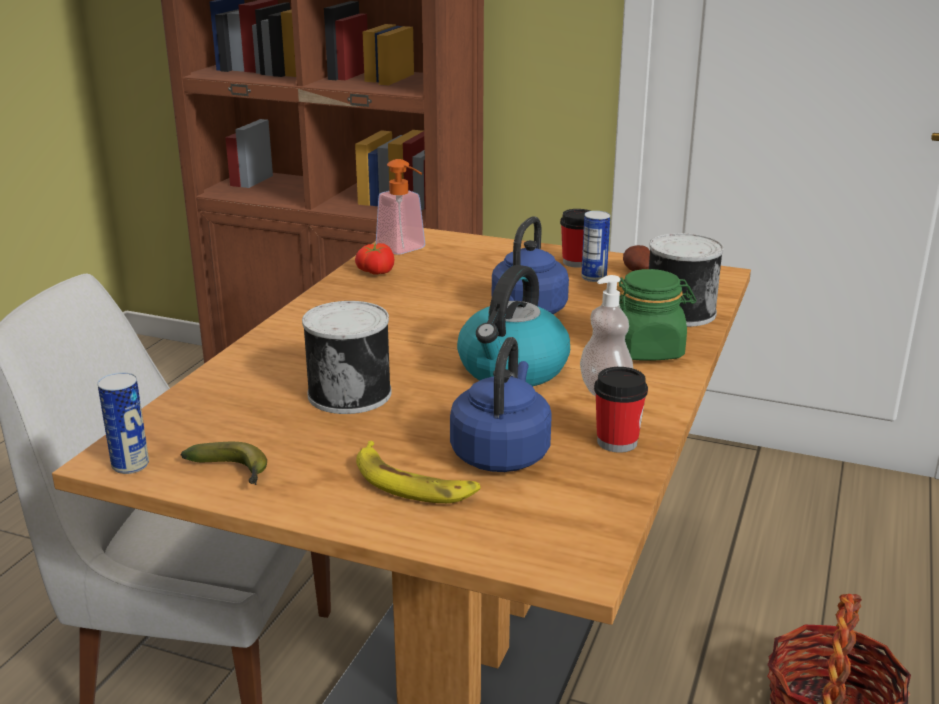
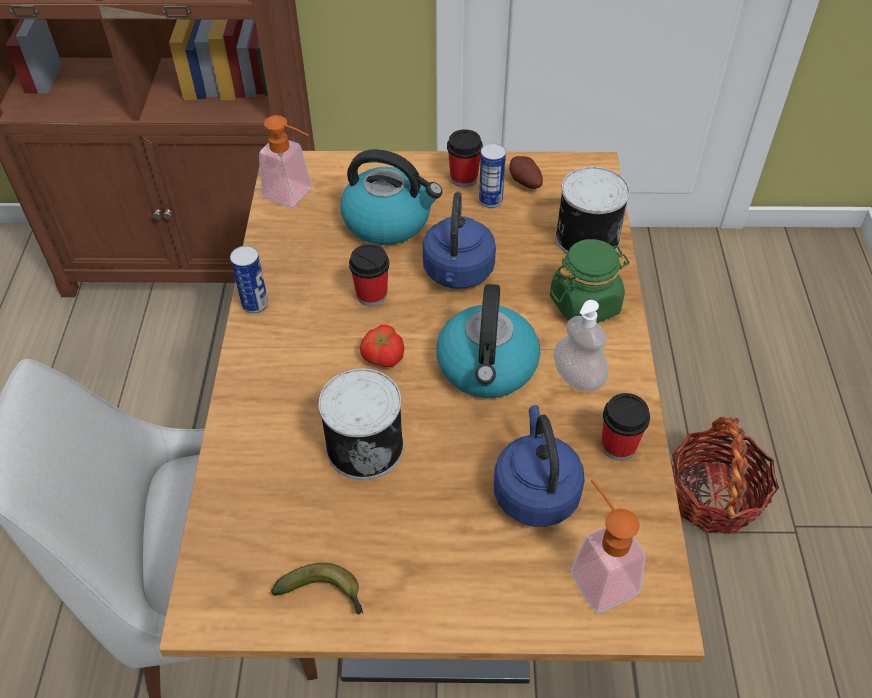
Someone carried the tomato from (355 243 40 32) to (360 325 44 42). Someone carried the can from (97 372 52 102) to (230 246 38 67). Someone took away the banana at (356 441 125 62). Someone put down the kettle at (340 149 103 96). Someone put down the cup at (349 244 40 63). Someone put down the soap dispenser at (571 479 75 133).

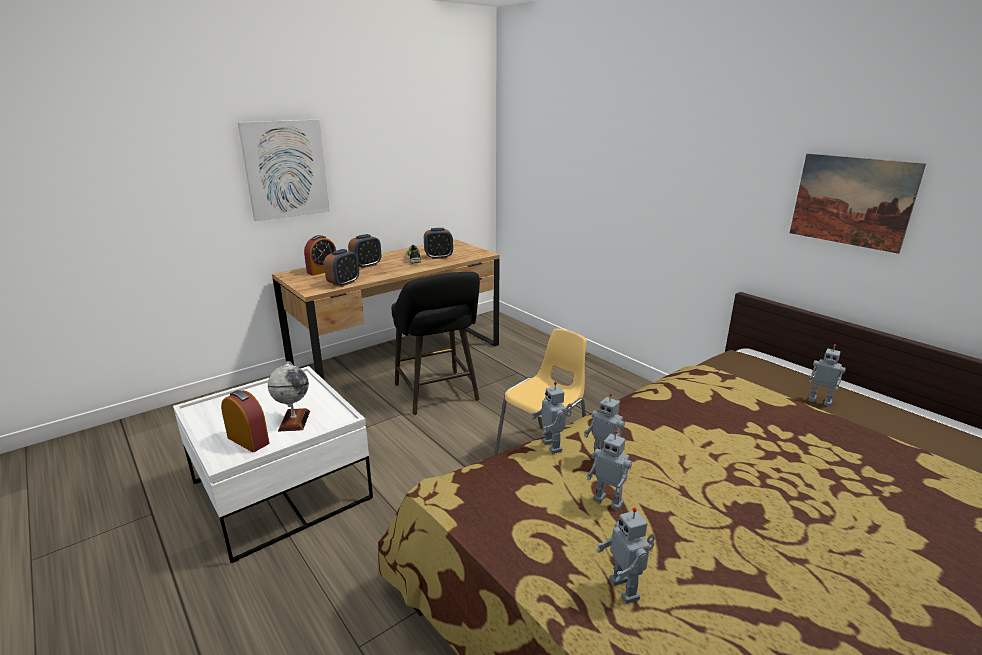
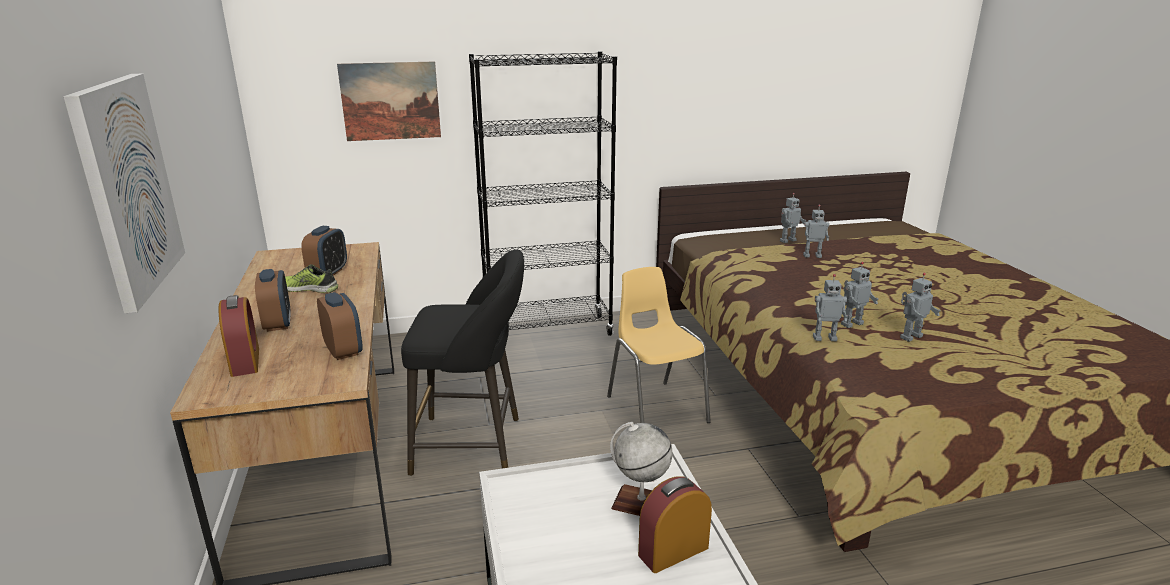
Someone carried the picture from (790 153 136 101) to (337 62 104 79). Someone carried the toy robot from (596 507 59 97) to (803 205 26 53). Someone put down the bookcase (black) at (469 51 148 285).

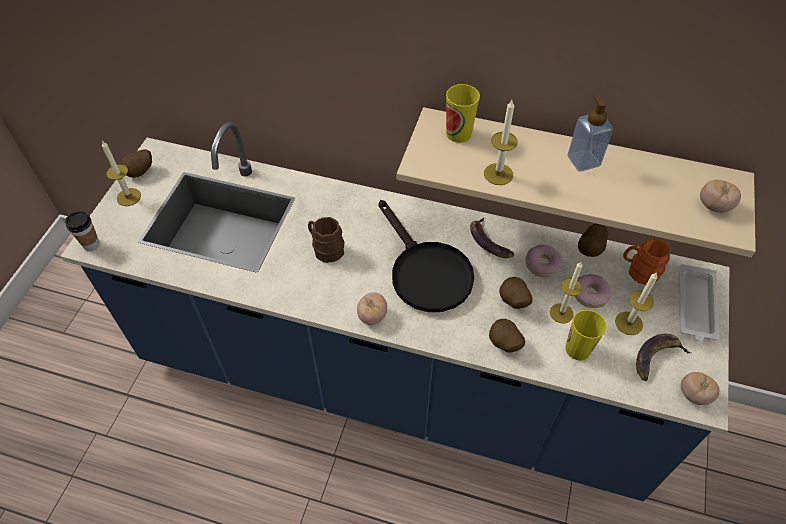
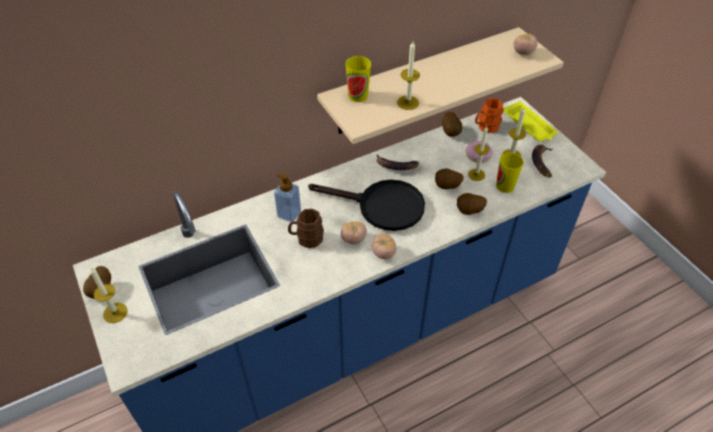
Someone carried the soap dispenser from (568 96 45 75) to (274 173 27 49). Someone took away the cup at (65 211 35 40). Someone took away the donut at (525 245 37 32). Someone repainted the tray (white) at (680 264 39 77), which became the tray (yellow) at (504 101 54 41). Someone carried the tomato from (681 372 38 33) to (341 221 26 23).

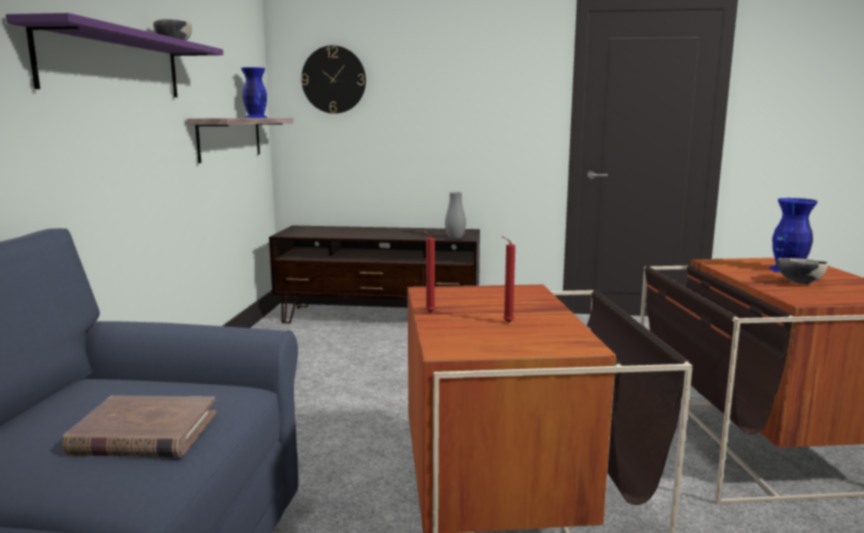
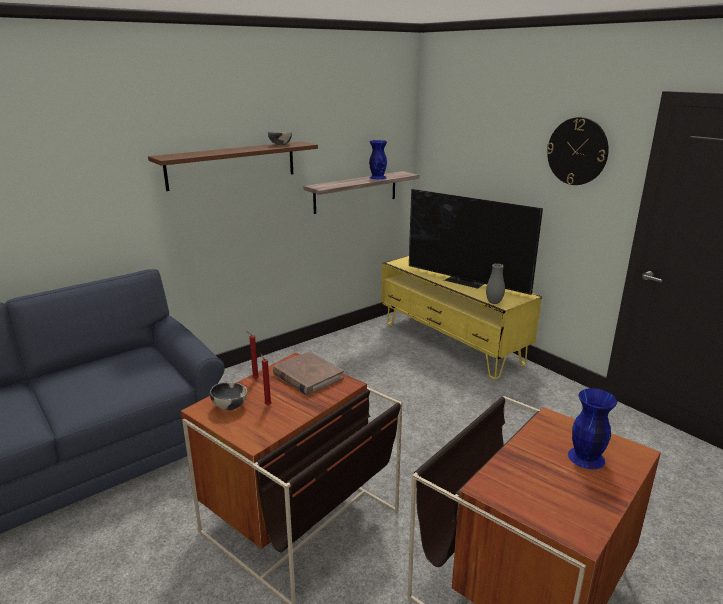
Someone repainted the shelf (purple) at (6 13 217 84), which became the shelf (brown) at (148 141 170 50). Someone carried the wall clock from (301 45 65 69) to (547 117 62 68). Someone repainted the tv stand (brown) at (269 225 211 98), which became the tv stand (yellow) at (381 256 161 124). Someone carried the bowl from (777 258 51 26) to (210 382 37 28). Someone carried the book (brown) from (62 395 154 62) to (273 351 71 45). Someone put down the television at (409 189 134 106).

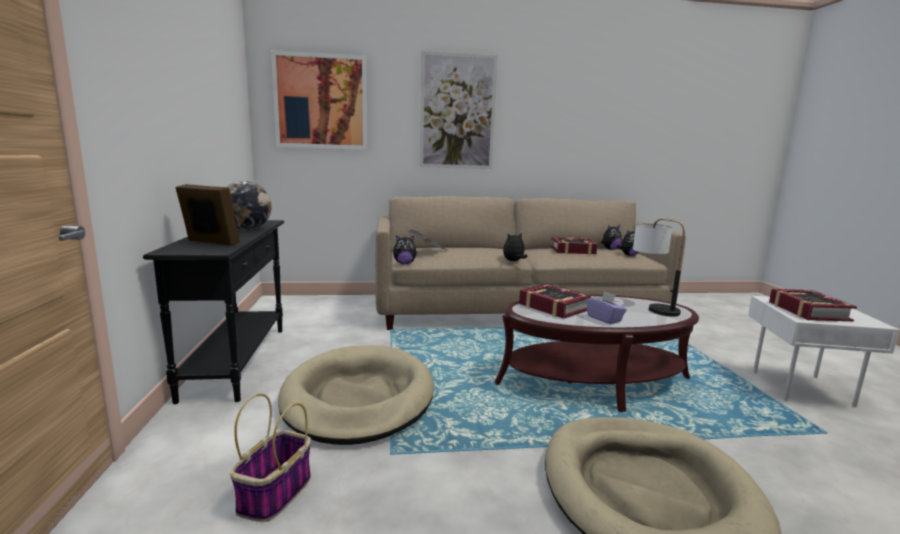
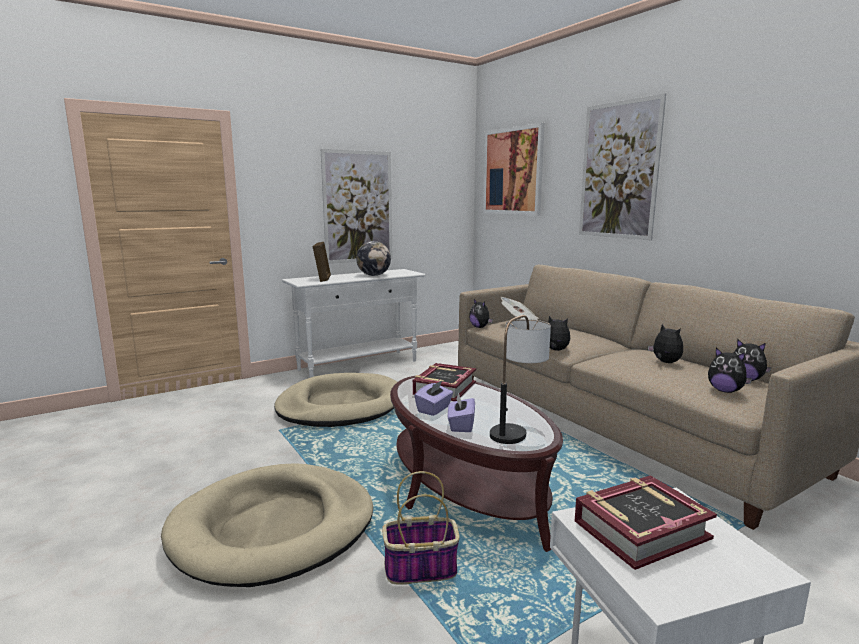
Someone repainted the console table (black) at (143 220 141 184), which became the console table (white) at (282 269 144 109). Someone swapped the book at (551 237 47 18) for the plush toy at (648 324 35 39). Someone carried the basket from (230 394 81 128) to (382 471 78 114). Someone put up the picture at (321 149 71 115). Someone put down the tissue box (purple) at (447 392 28 40).

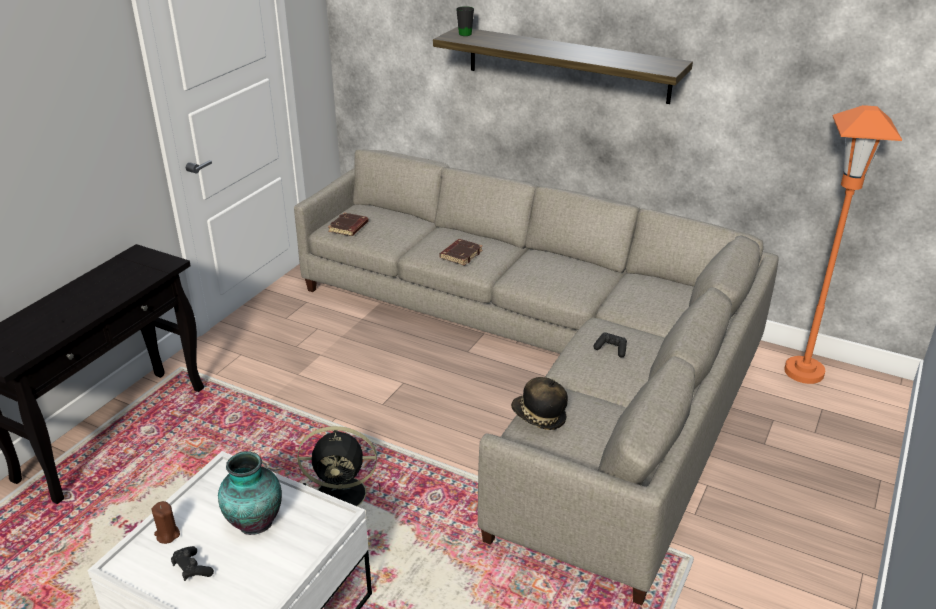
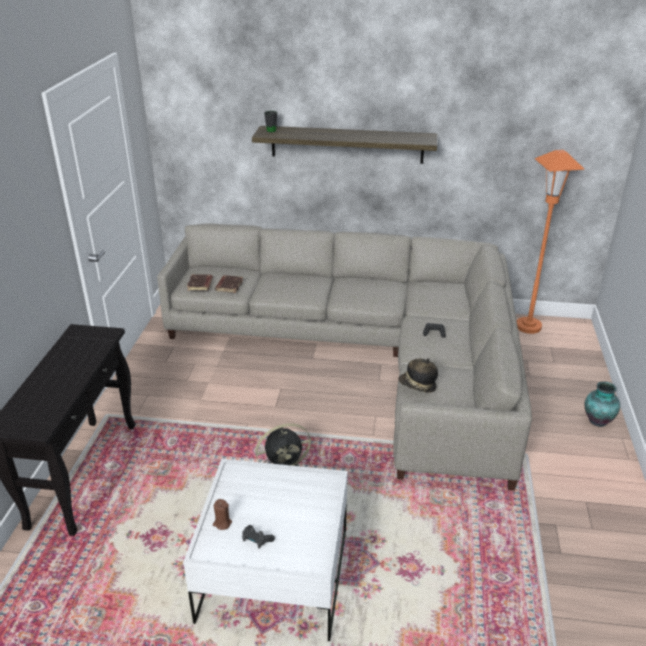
Someone carried the book (brown) from (439 239 44 27) to (215 275 28 18). Someone carried the vase from (218 451 64 84) to (585 381 35 46).

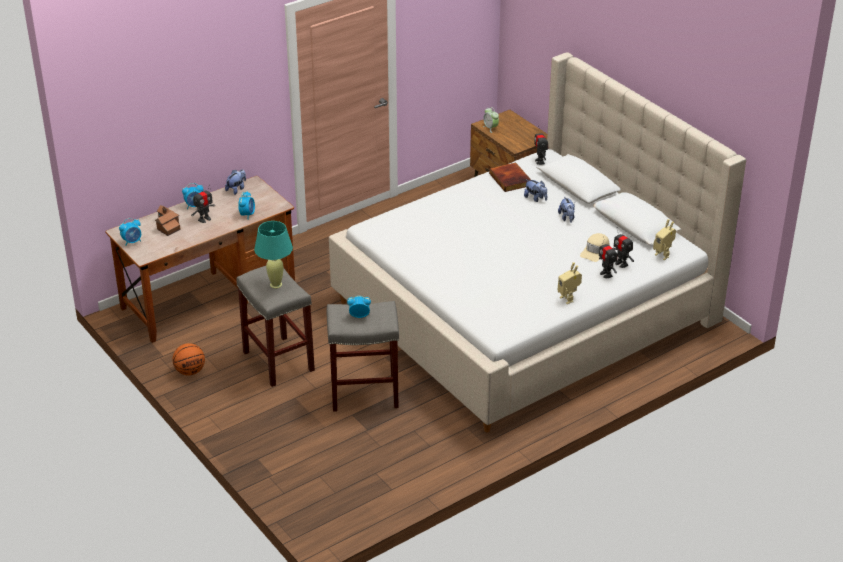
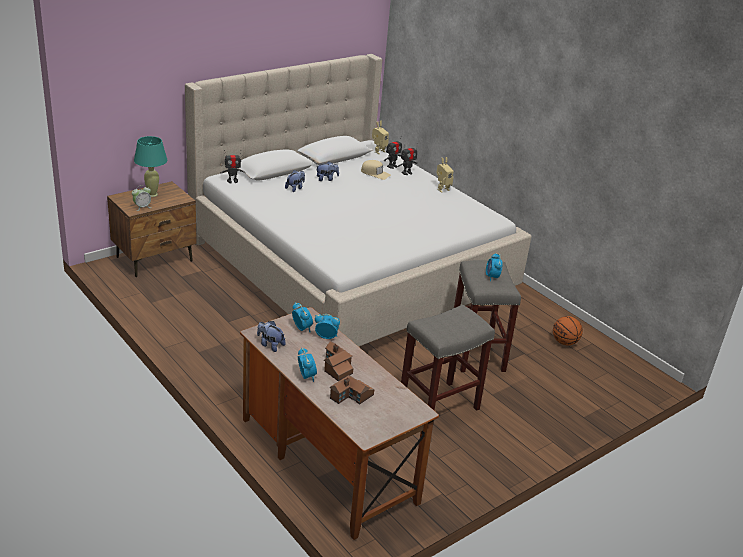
Someone took away the book at (489 162 42 30). Someone swapped the toy robot at (191 187 24 36) for the toy house at (324 341 29 40). Someone carried the alarm clock from (119 218 22 28) to (292 302 21 30). Someone carried the table lamp (turquoise) from (254 221 39 68) to (134 136 33 61). Someone carried the basketball from (173 343 32 33) to (553 316 30 29).

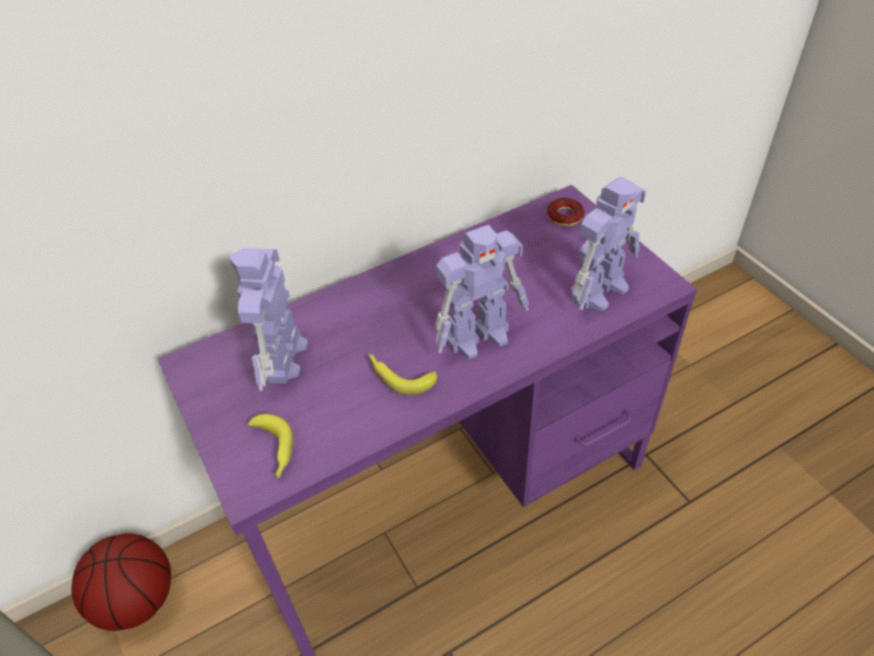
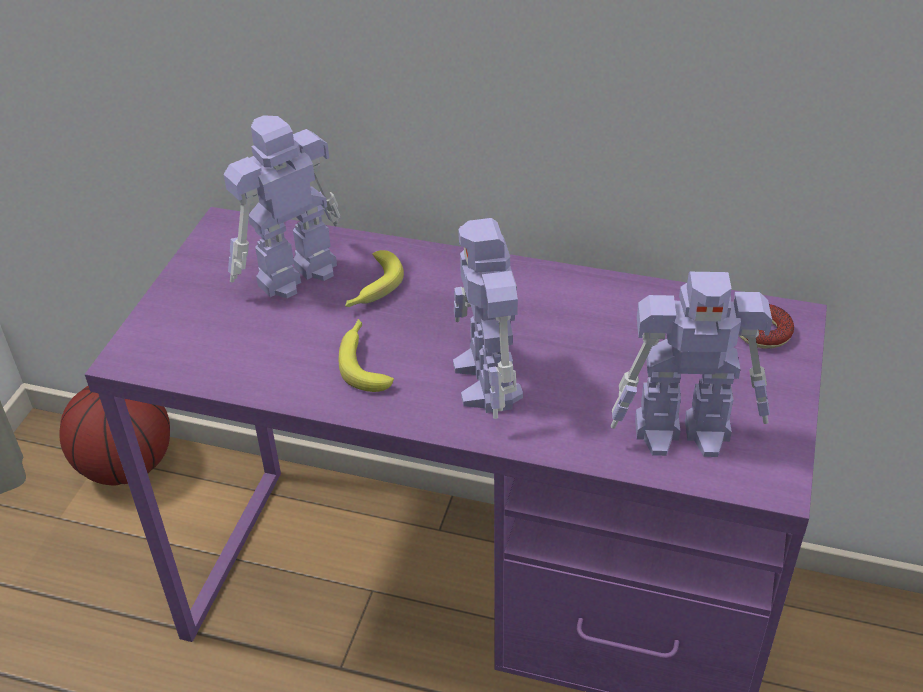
Someone rotated the toy robot at (435 225 94 134) by 60 degrees clockwise. Someone carried the banana from (248 414 45 65) to (345 250 59 57).

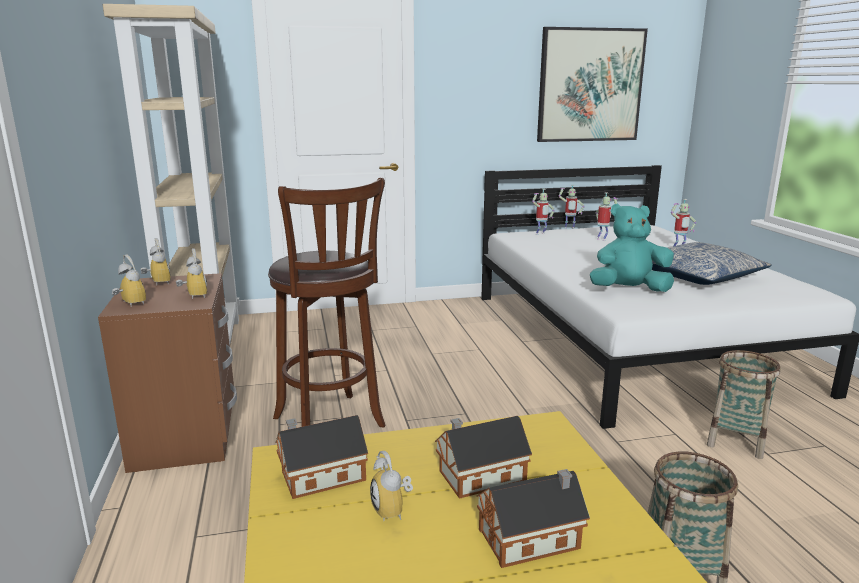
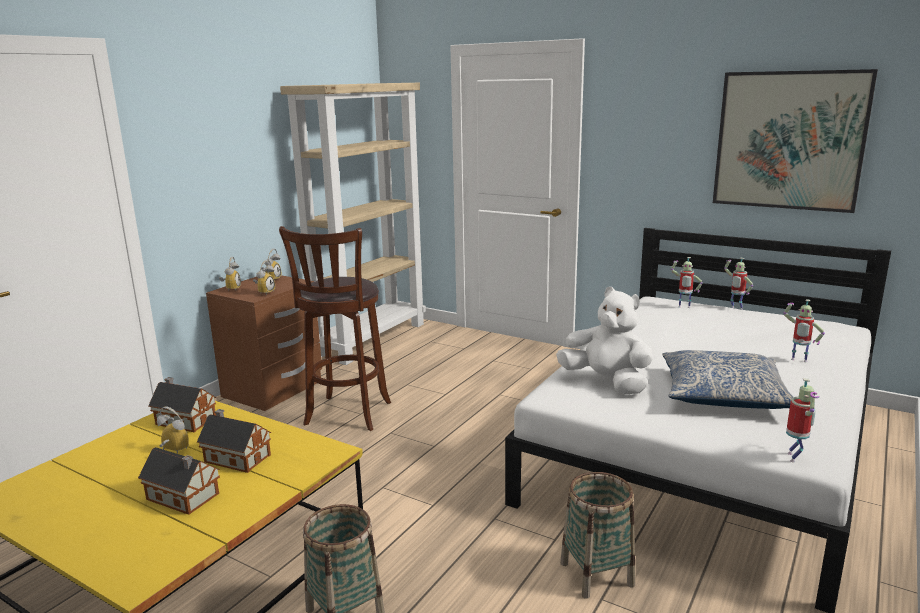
Someone carried the toy robot from (596 192 22 49) to (786 378 33 85). Someone repainted the plush toy (turquoise) at (590 203 84 89), which became the plush toy (white) at (556 287 97 107). Someone rotated the alarm clock at (370 451 43 70) by 90 degrees clockwise.

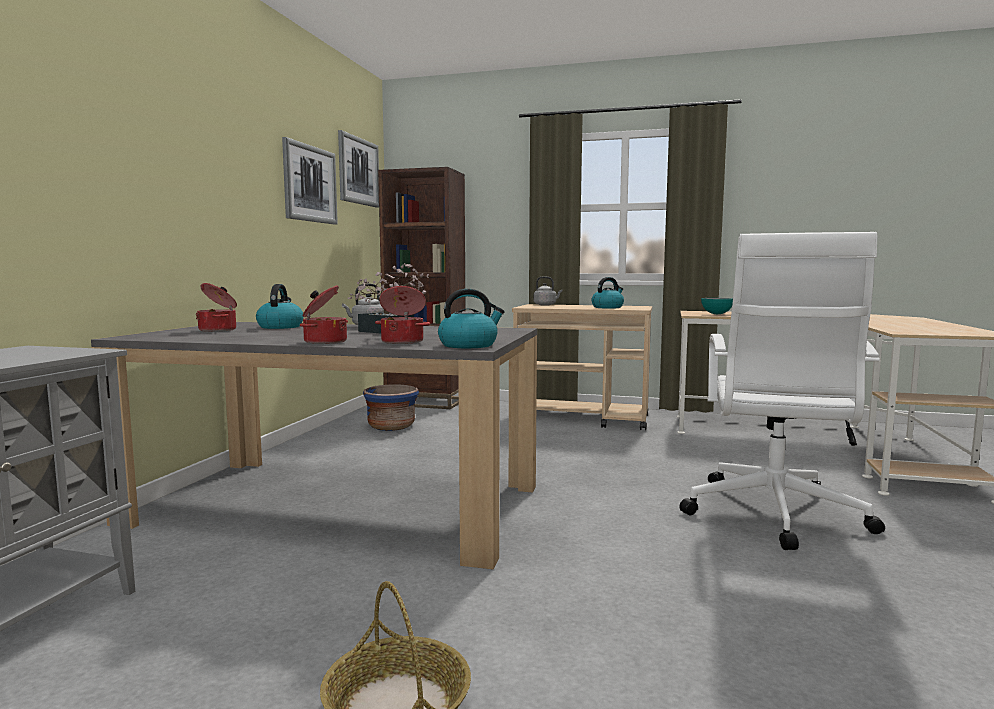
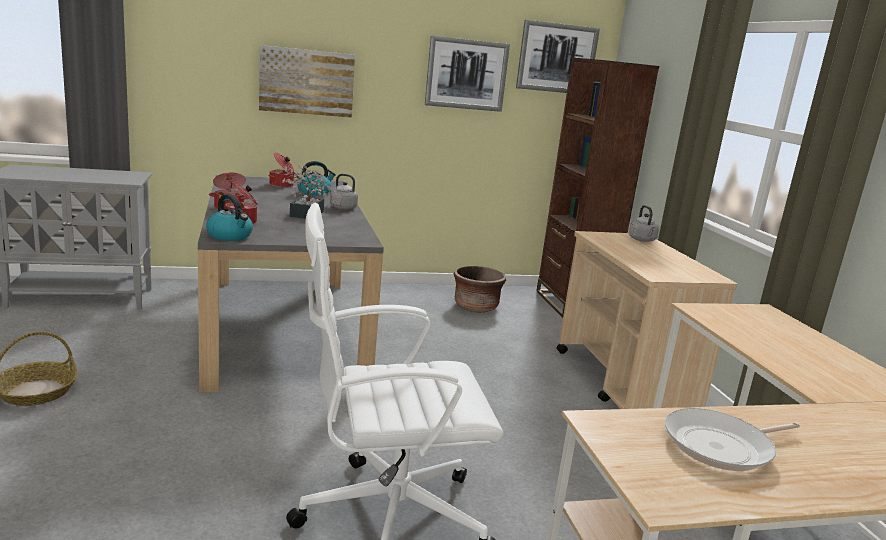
Someone took away the kettle at (592 277 32 32). Someone took away the bowl at (701 298 32 16). Someone repainted the planter (blue) at (363 384 56 47), which became the planter (brown) at (454 266 52 46). Someone put up the picture at (259 45 96 73). Someone put down the frying pan at (665 408 135 63).

